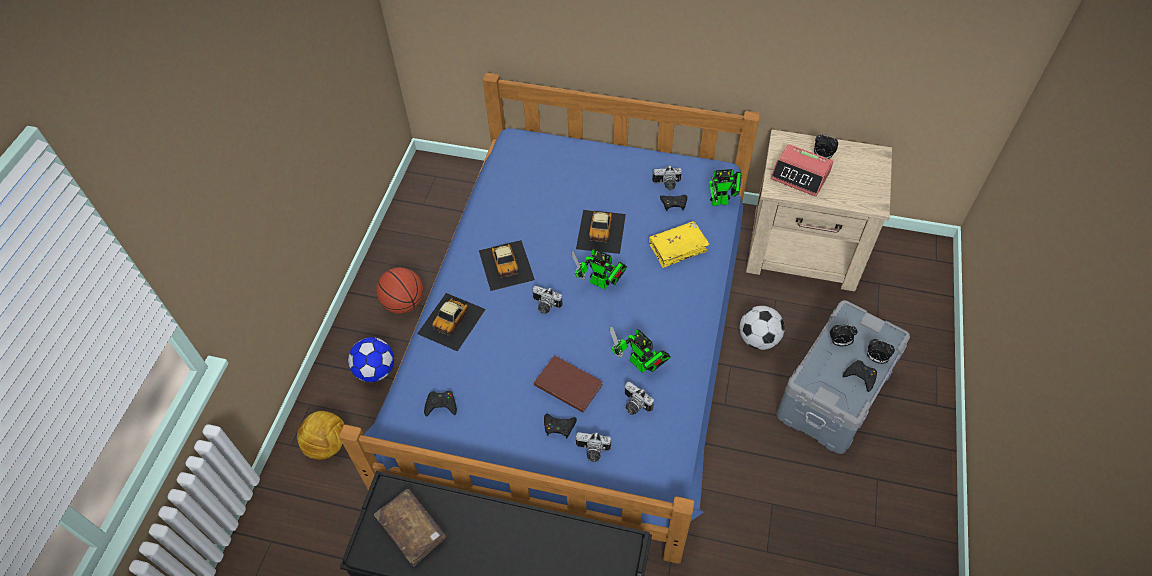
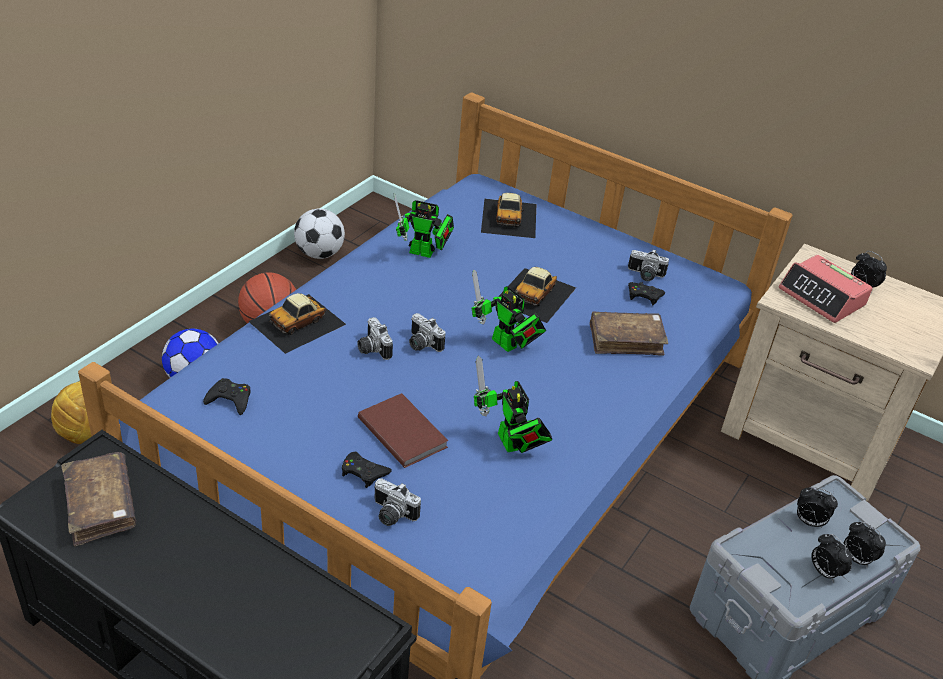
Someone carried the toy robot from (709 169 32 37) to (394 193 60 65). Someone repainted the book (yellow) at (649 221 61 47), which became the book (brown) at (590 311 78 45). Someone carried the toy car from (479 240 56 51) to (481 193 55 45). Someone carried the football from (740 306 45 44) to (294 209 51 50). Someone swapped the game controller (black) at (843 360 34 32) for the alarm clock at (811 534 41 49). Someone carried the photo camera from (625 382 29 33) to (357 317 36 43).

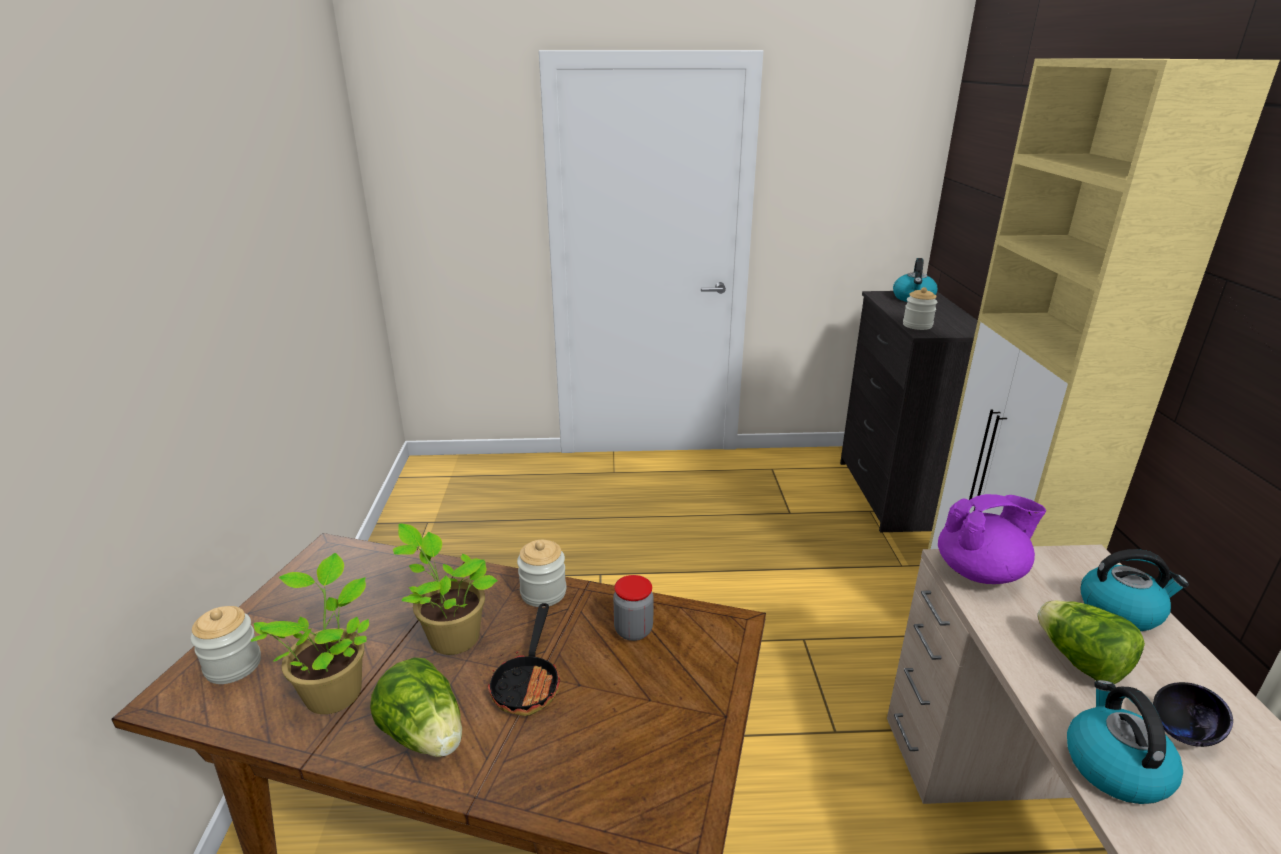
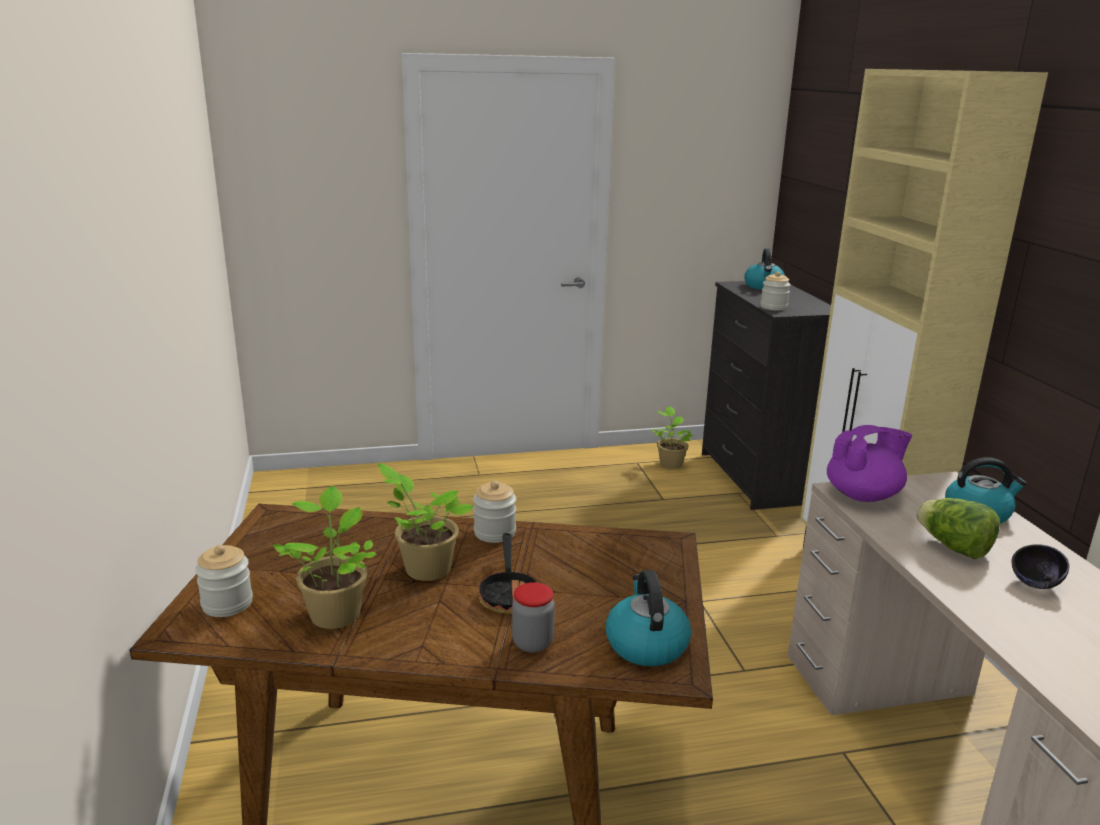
Someone carried the jar from (613 575 41 66) to (512 582 43 71). Someone took away the lettuce at (370 658 92 99). Someone carried the kettle from (1067 680 116 124) to (606 570 85 96). Someone put down the potted plant at (650 406 44 63).

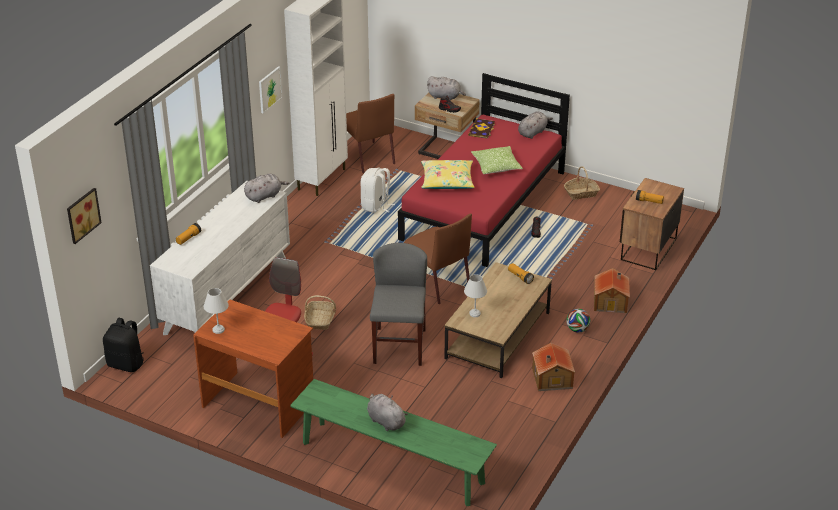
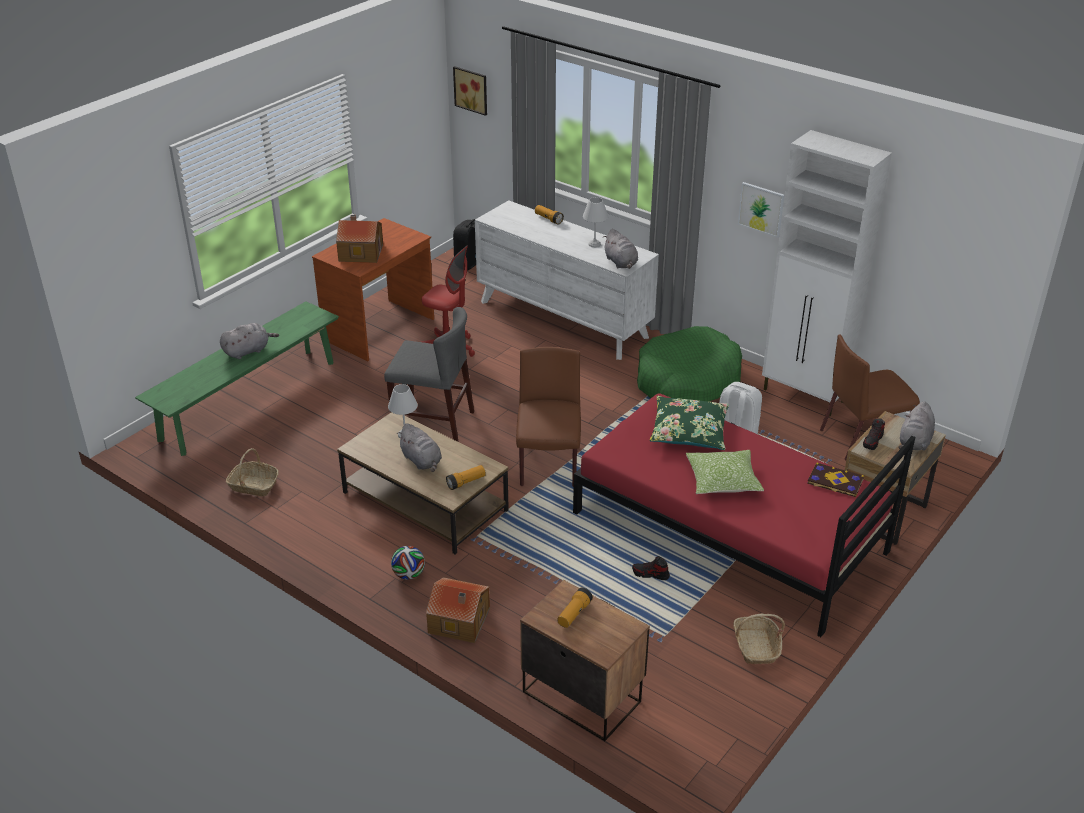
Someone carried the plush toy (grey) from (518 111 35 28) to (397 423 45 49). Someone repainted the pillow (yellow) at (421 160 54 29), which became the pillow (green) at (650 396 79 54). Someone rotated the chair (brown) at (404 214 68 90) by 120 degrees clockwise. Someone carried the table lamp (white) from (204 288 25 46) to (583 197 25 51). Someone carried the basket from (304 295 32 35) to (226 448 53 49). Someone carried the toy house from (532 343 43 48) to (336 215 47 48). Someone put down the dog bed (green) at (637 326 105 76).

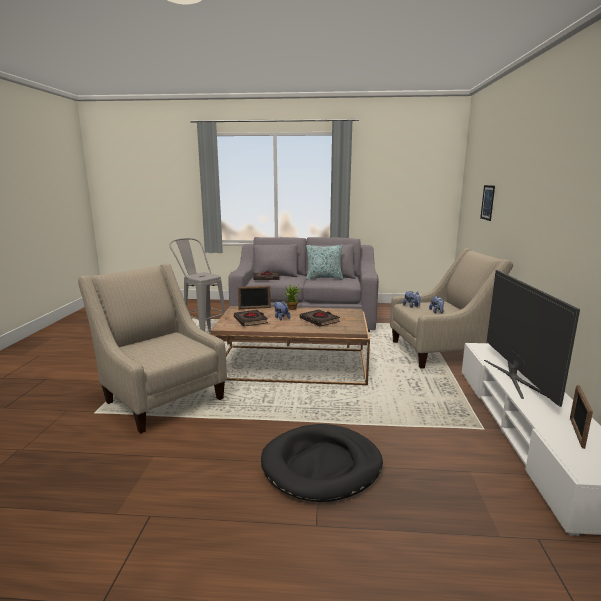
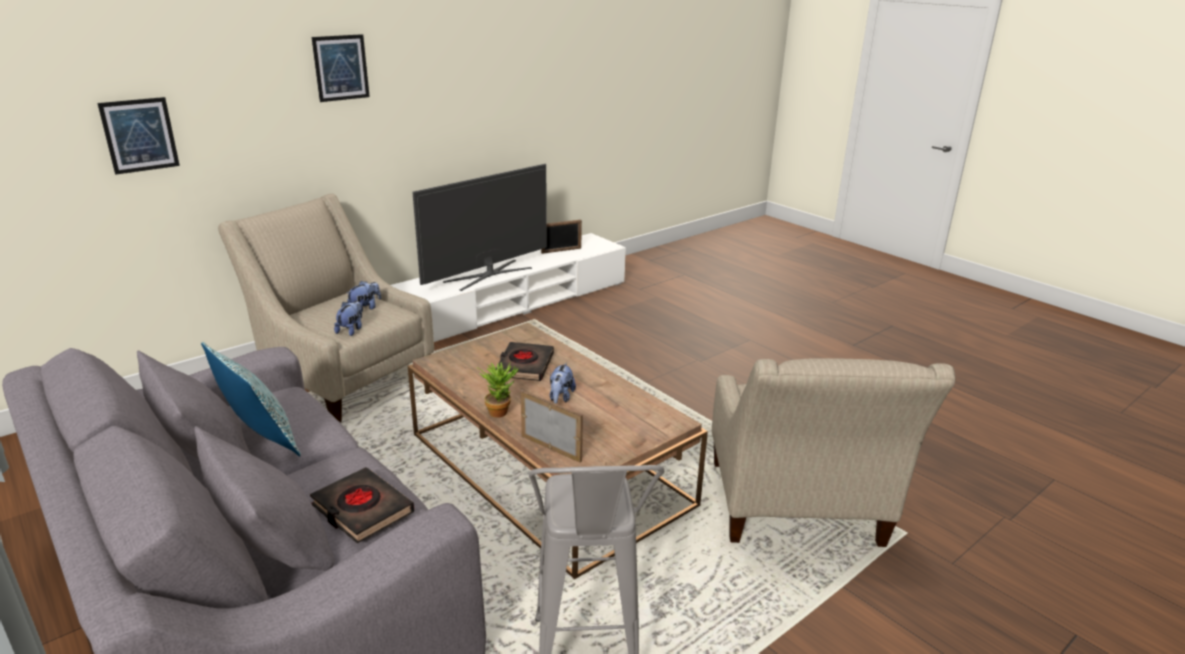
Someone took away the book (black) at (234 310 34 17). Someone took away the dog bed (black) at (261 424 122 78). Someone put up the picture at (312 34 58 68).

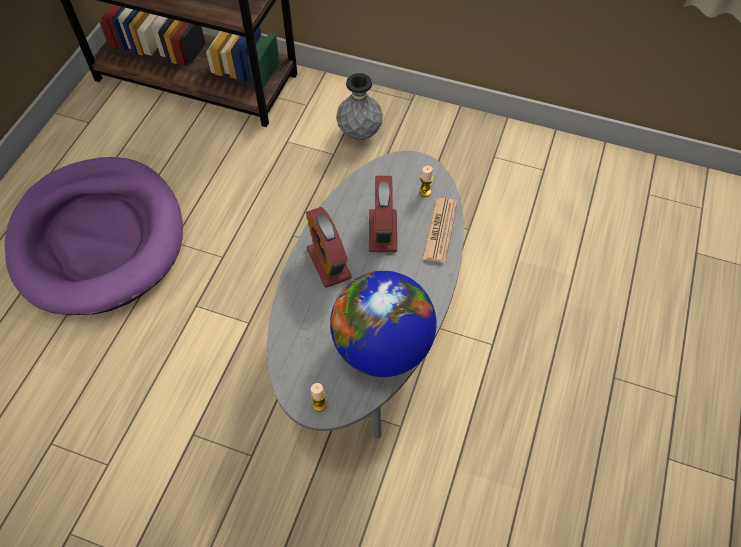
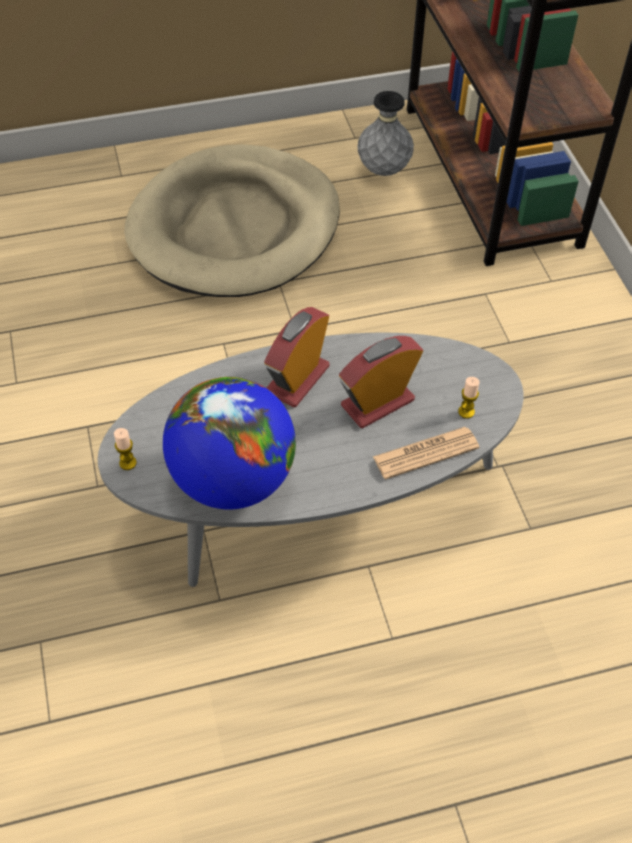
Someone carried the vase (grey) from (336 73 47 67) to (358 91 56 85). Someone repainted the dog bed (purple) at (5 157 178 158), which became the dog bed (beige) at (124 144 216 153).

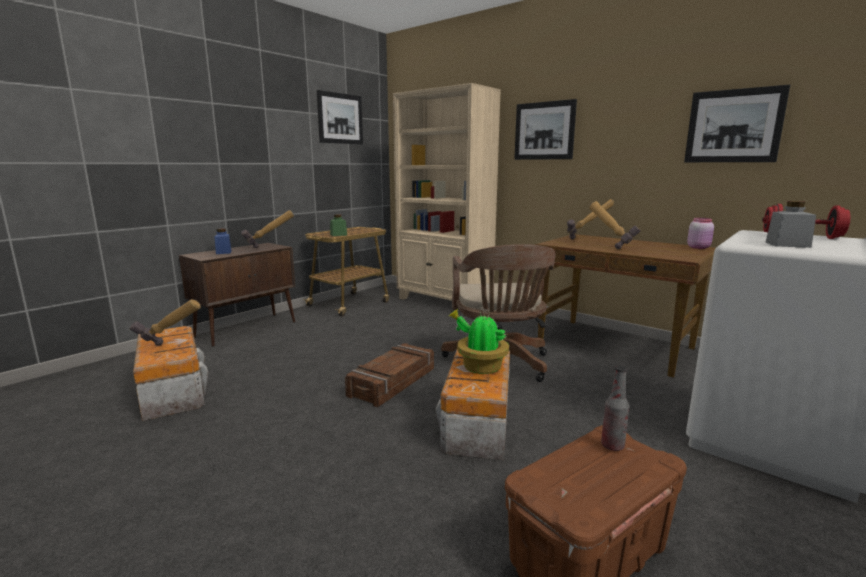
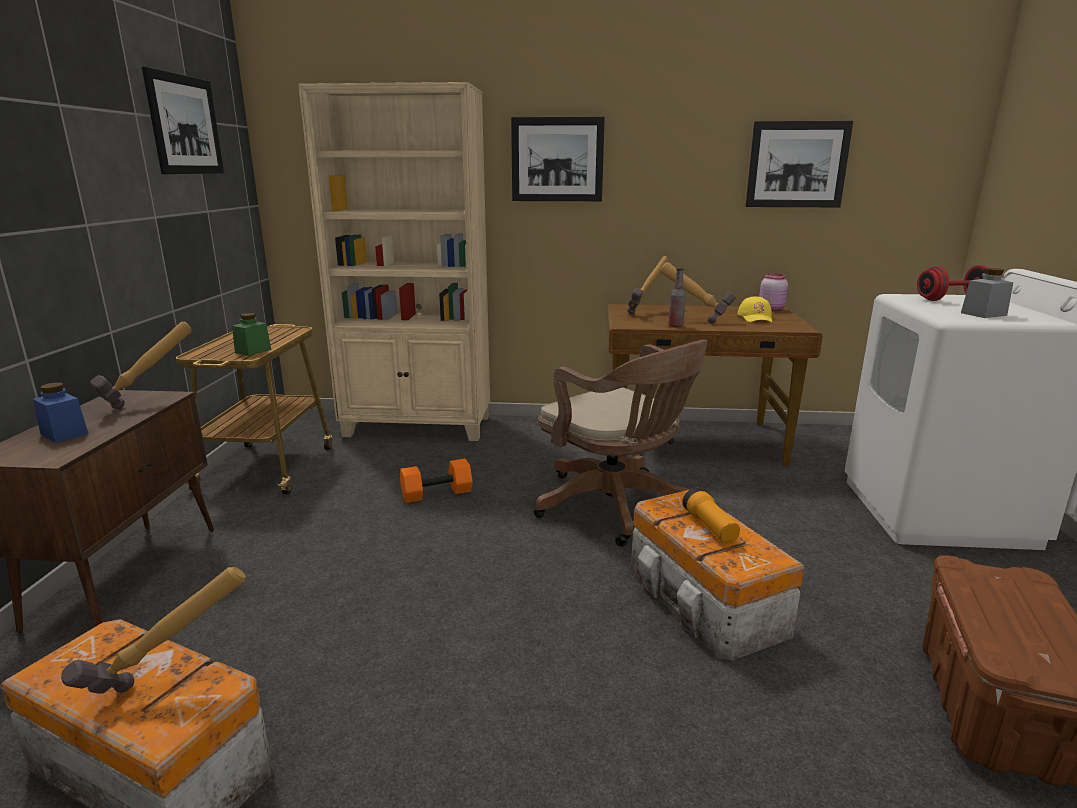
Someone swapped the potted plant at (449 309 60 65) for the flashlight at (683 487 57 55). Someone took away the crate at (345 343 89 64). Someone carried the bottle from (601 366 28 85) to (668 268 18 59). Someone put down the cap (yellow) at (737 296 35 26). Someone put down the dumbbell (orange) at (400 459 73 44).

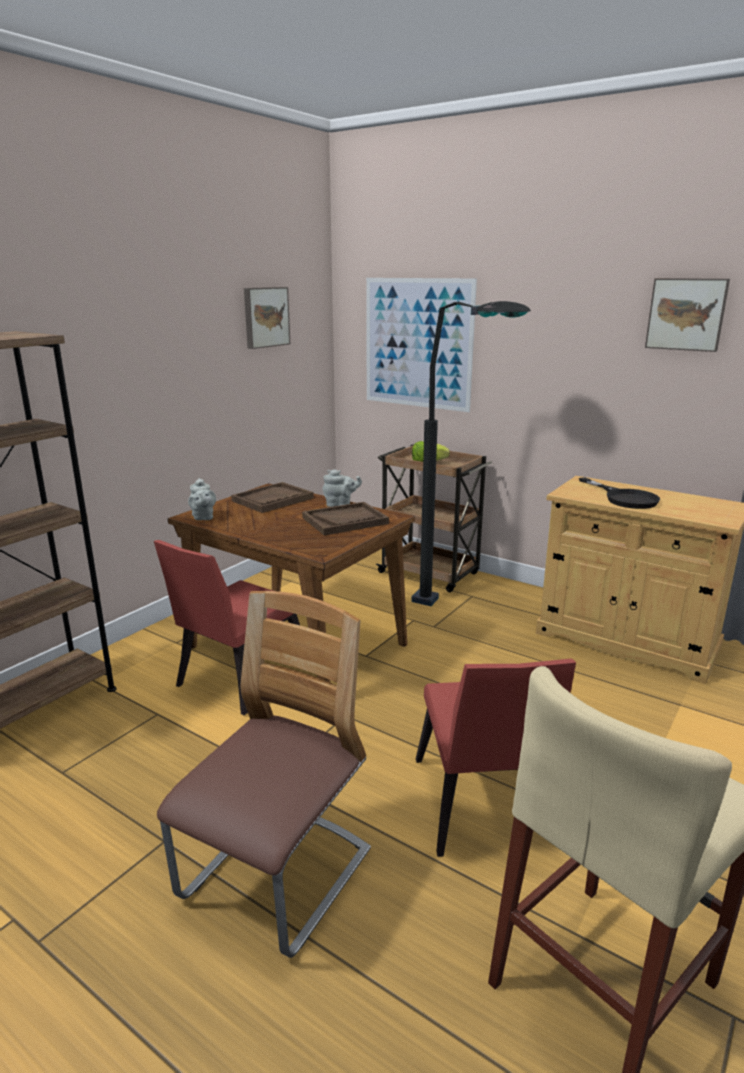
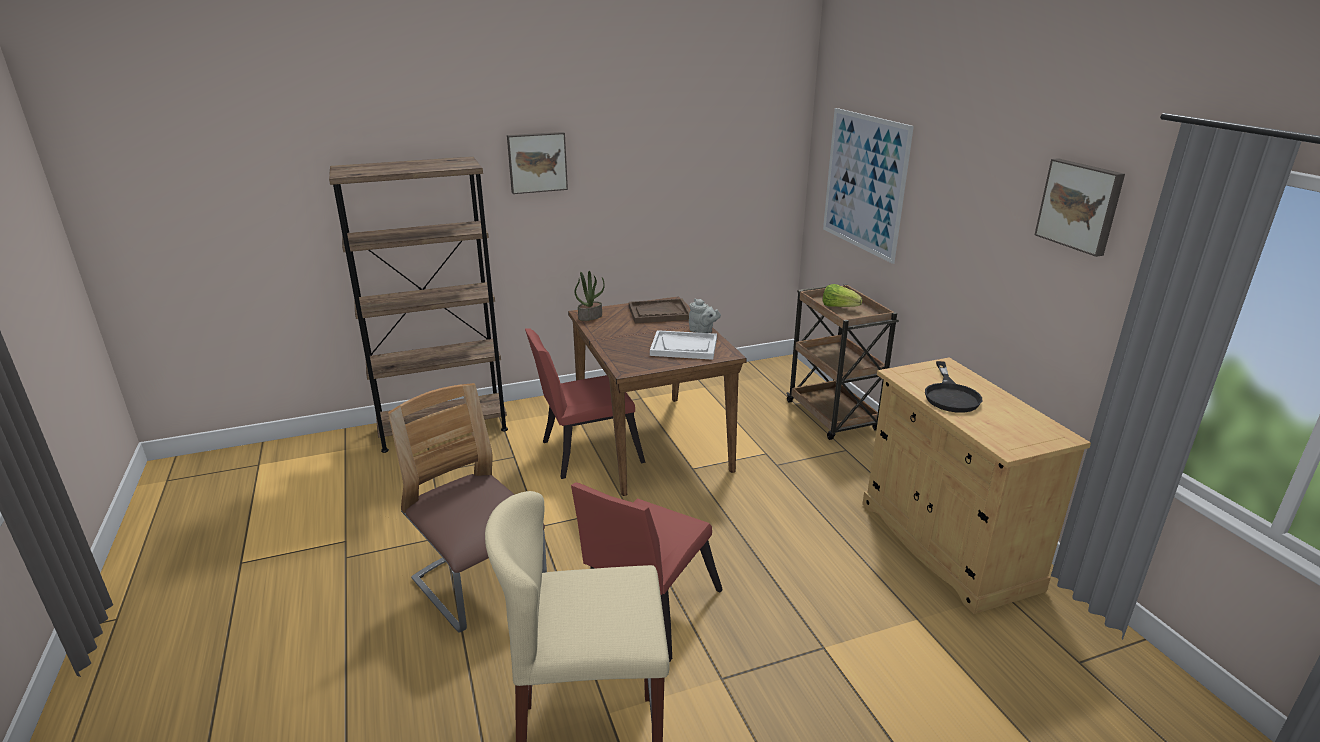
Someone carried the picture from (244 287 46 62) to (507 132 61 62). Someone took away the floor lamp (black) at (411 301 120 305). Someone swapped the teapot (grey) at (188 478 28 42) for the potted plant at (575 271 30 50). Someone repainted the tray (brown) at (302 502 87 33), which became the tray (white) at (650 330 67 30). Someone rotated the chair at (157 591 214 367) by 105 degrees counterclockwise.

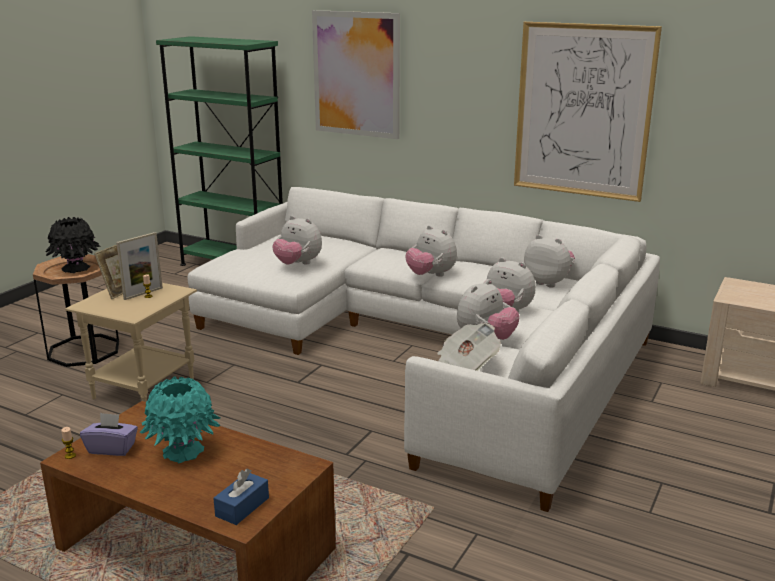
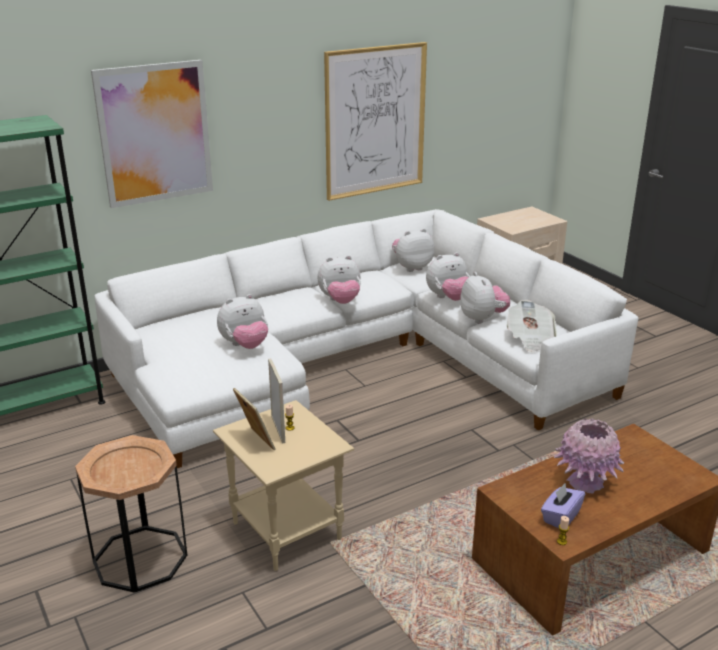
Someone took away the vase (black) at (46 217 54 56). Someone repainted the vase (turquoise) at (139 376 81 87), which became the vase (pink) at (554 418 70 76). Someone took away the tissue box (blue) at (213 468 56 57).

